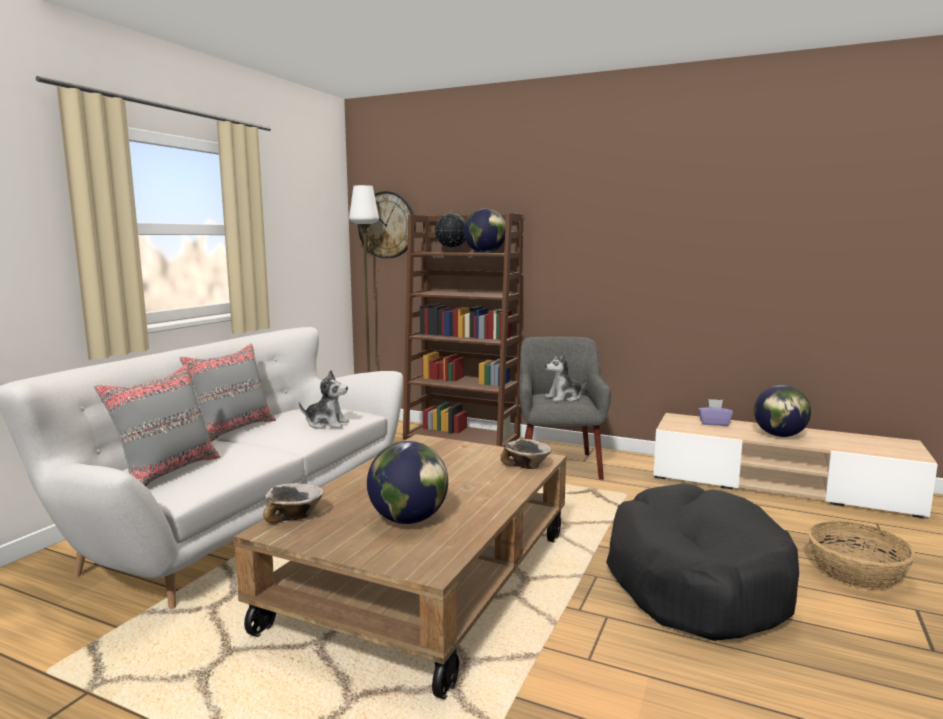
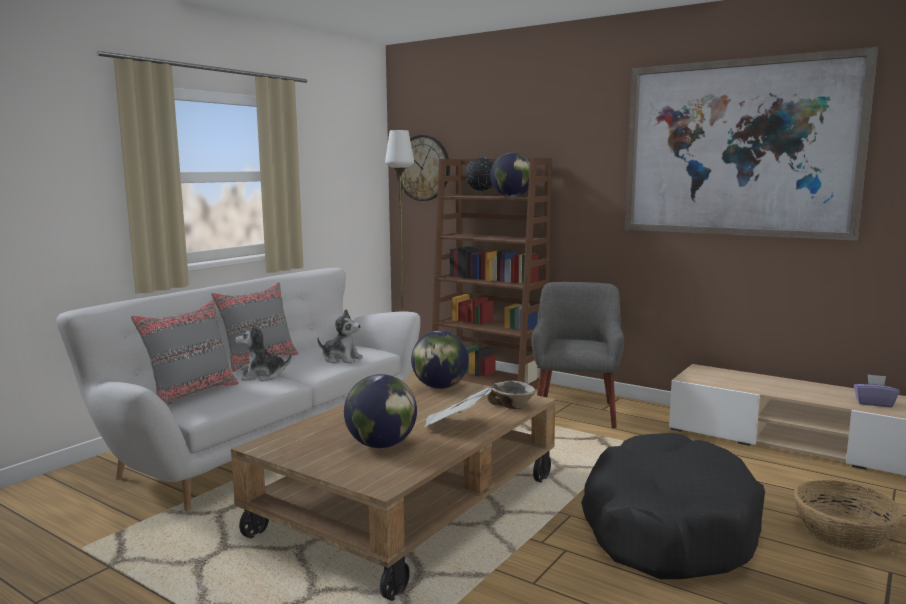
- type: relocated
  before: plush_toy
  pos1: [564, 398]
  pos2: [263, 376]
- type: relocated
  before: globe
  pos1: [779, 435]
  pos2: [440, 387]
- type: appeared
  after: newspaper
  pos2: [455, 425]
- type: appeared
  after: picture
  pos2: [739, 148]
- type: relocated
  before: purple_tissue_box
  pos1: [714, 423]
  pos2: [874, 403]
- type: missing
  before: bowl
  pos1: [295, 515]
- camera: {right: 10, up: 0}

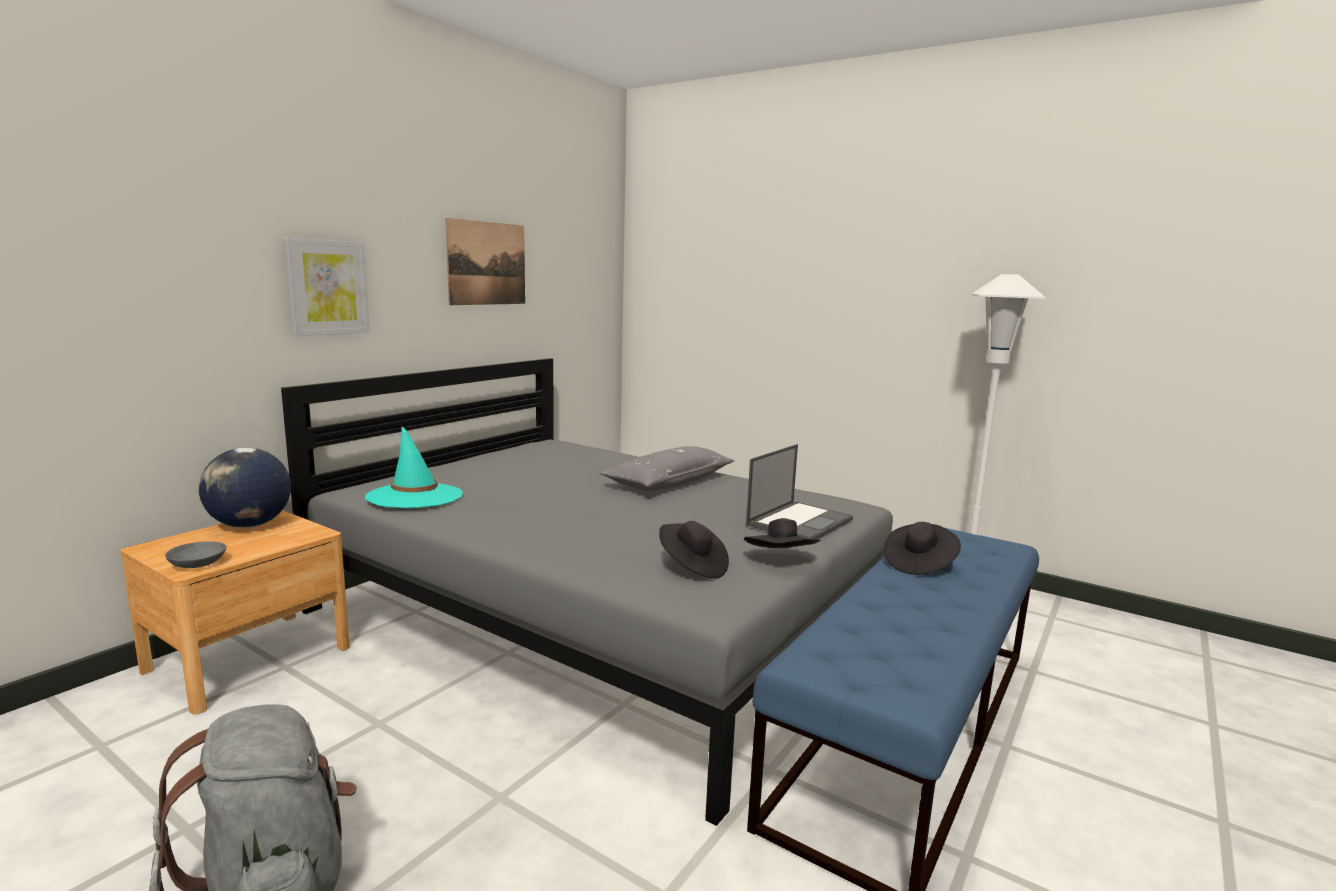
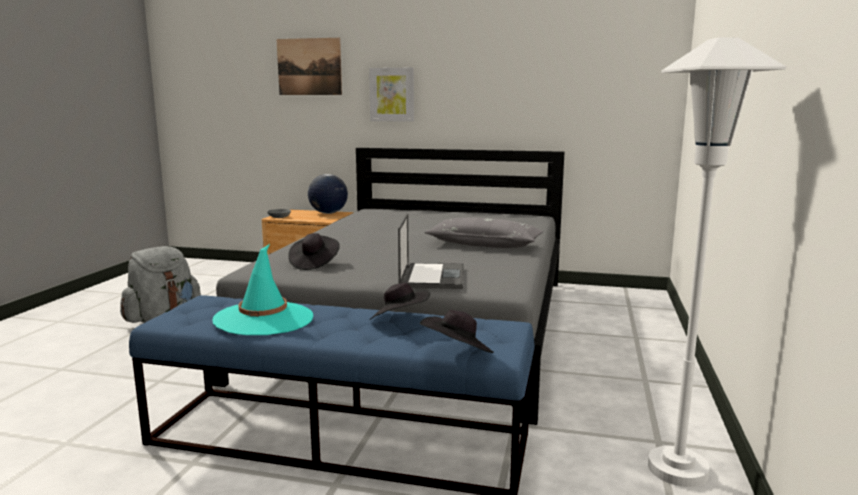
- type: relocated
  before: turquoise_hat
  pos1: [415, 496]
  pos2: [264, 319]
- type: relocated
  before: picture
  pos1: [487, 263]
  pos2: [309, 67]
- type: spun
  before: laptop
  pos1: [800, 522]
  pos2: [432, 276]
  turn: -105
- type: relocated
  before: black_hat
  pos1: [781, 560]
  pos2: [457, 353]
- camera: {right: 70, up: 0}

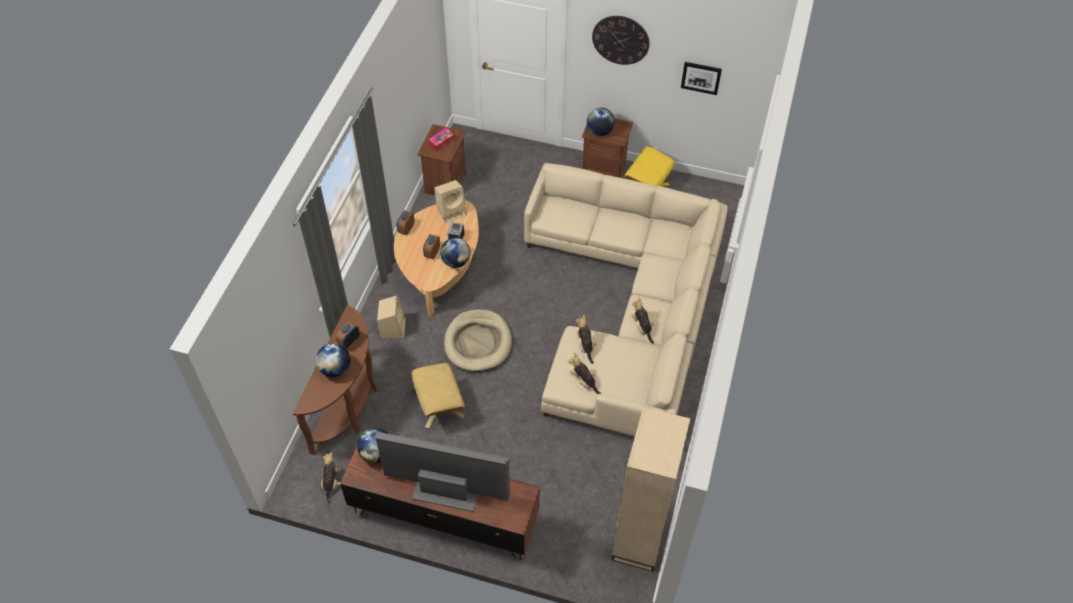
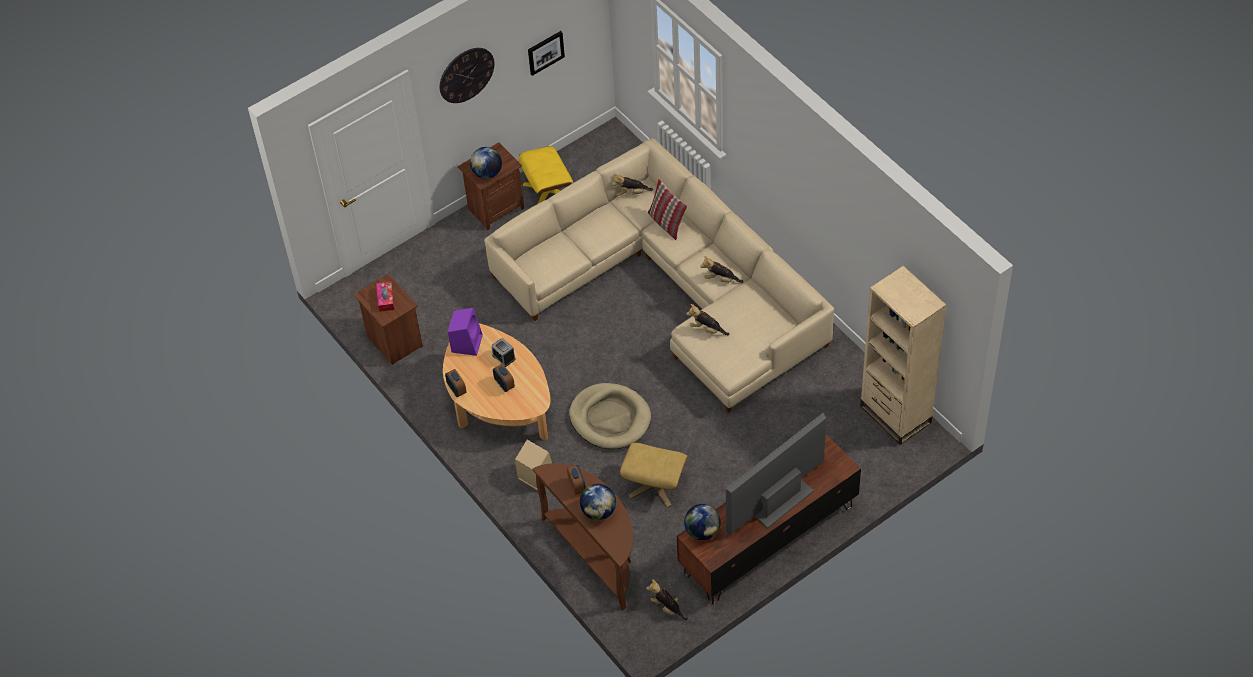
- type: colour
  before: beige_speaker
  after: purple_speaker
  pos1: [452, 211]
  pos2: [467, 342]
- type: relocated
  before: plush_toy
  pos1: [584, 381]
  pos2: [631, 193]
- type: appeared
  after: pillow
  pos2: [666, 223]
- type: missing
  before: globe
  pos1: [456, 262]
- camera: {right: -50, up: 0}

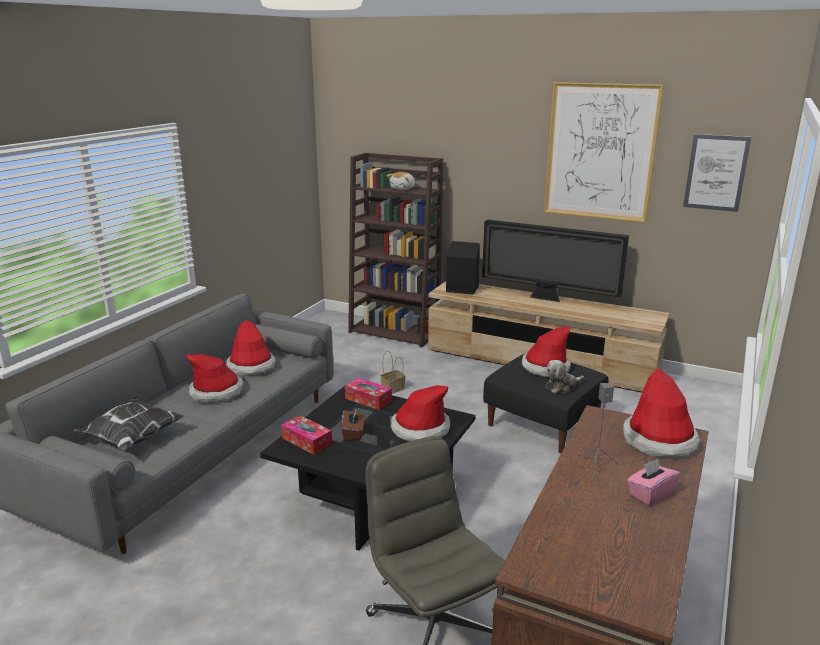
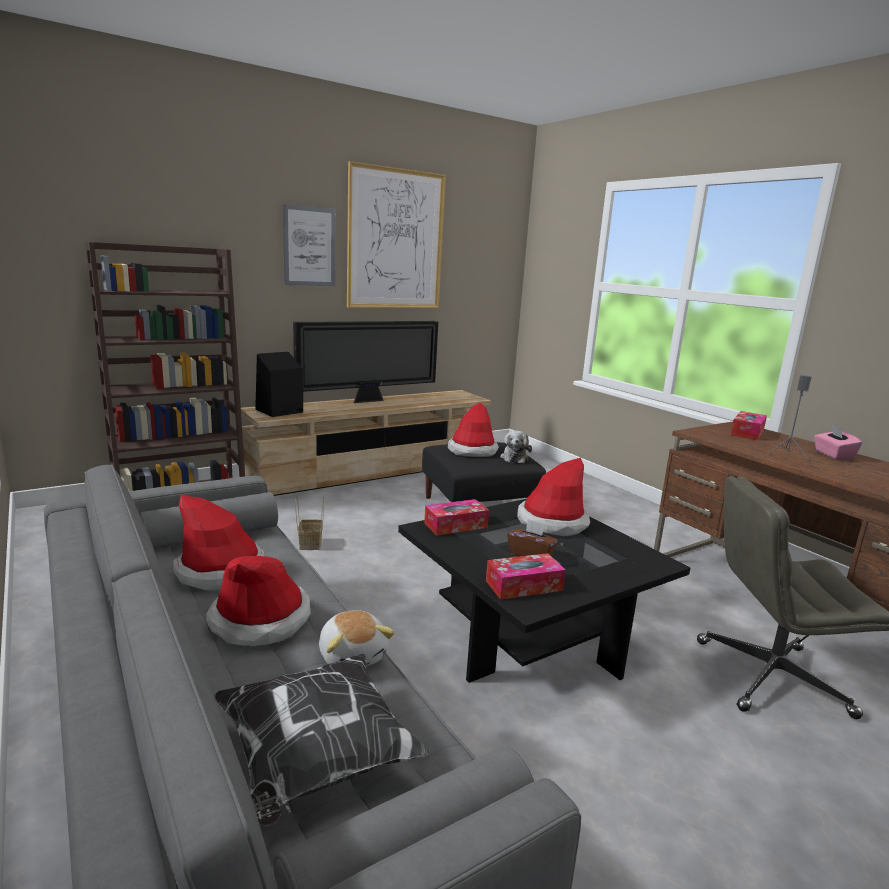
- type: relocated
  before: picture
  pos1: [716, 172]
  pos2: [309, 246]
- type: relocated
  before: plush_toy
  pos1: [403, 189]
  pos2: [353, 655]
- type: exchanged
  before: hat
  after: tissue_box
  pos1: [659, 440]
  pos2: [747, 432]
- camera: {right: -60, up: -5}

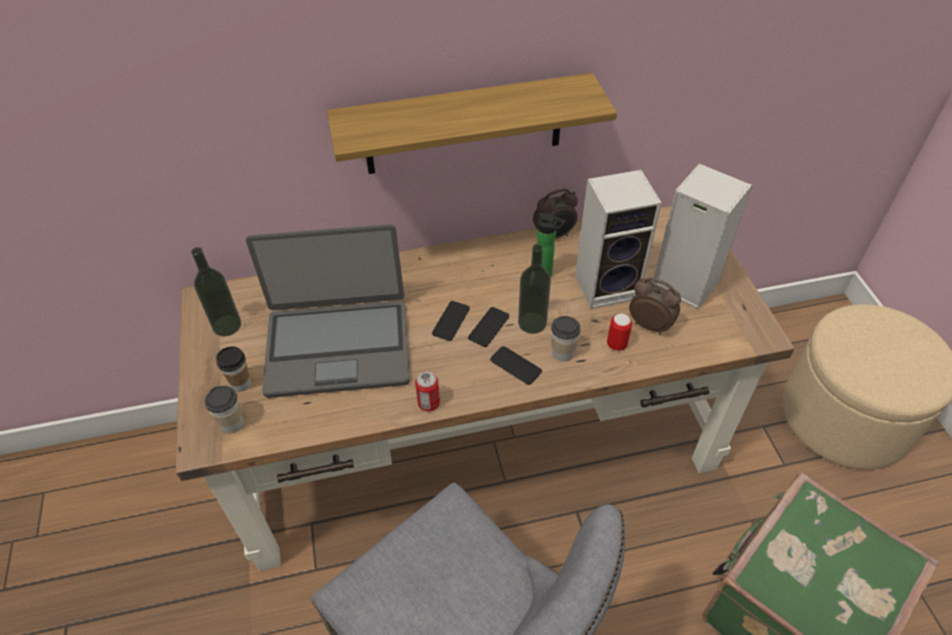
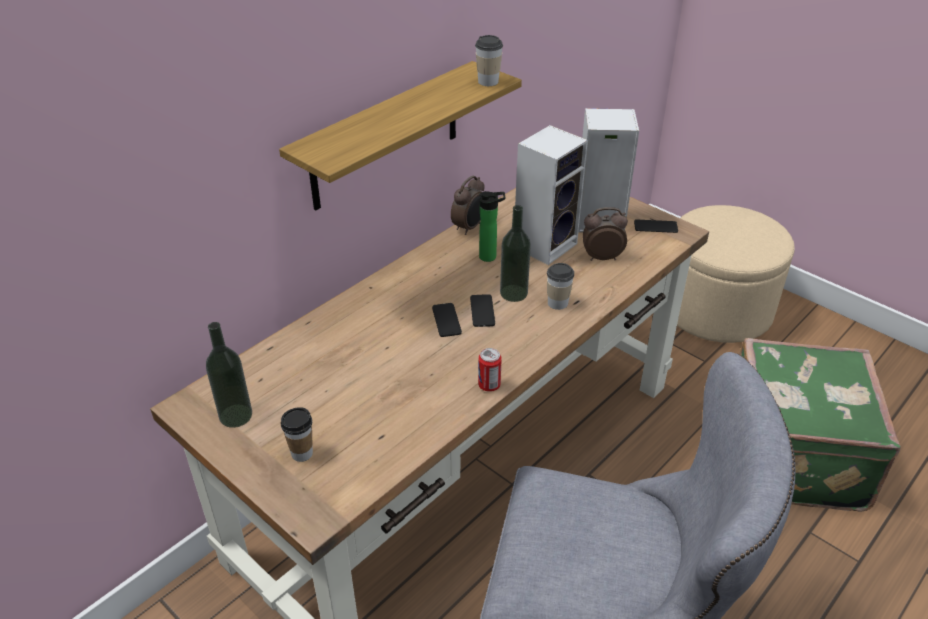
- type: relocated
  before: cup
  pos1: [232, 423]
  pos2: [488, 81]
- type: relocated
  before: phone
  pos1: [515, 365]
  pos2: [655, 227]
- type: missing
  before: laptop
  pos1: [338, 346]
- type: missing
  before: can
  pos1: [616, 344]
- camera: {right: -35, up: -10}

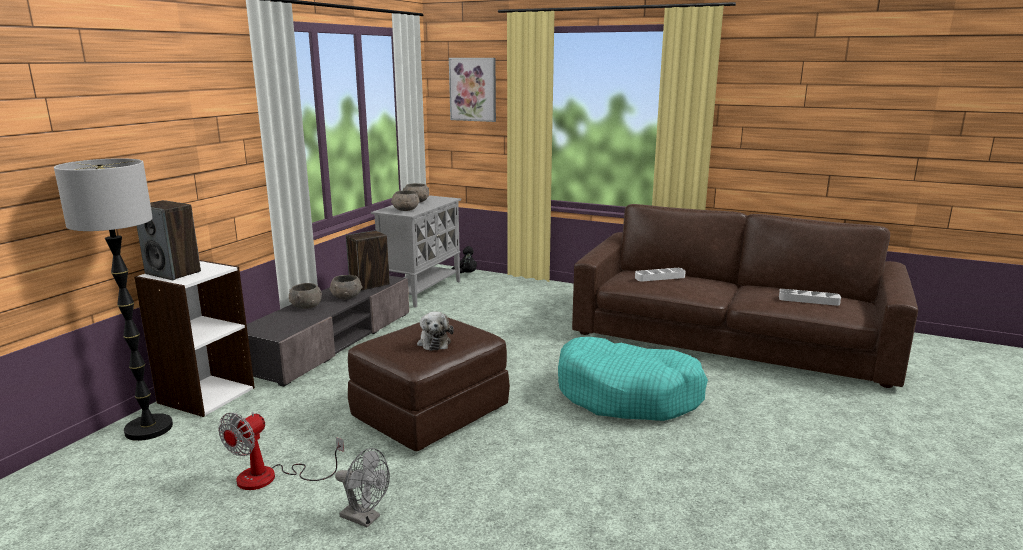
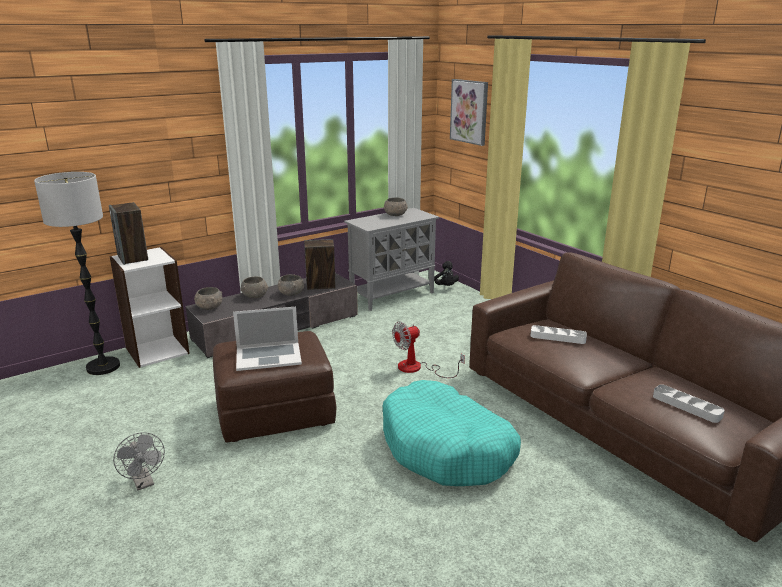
- type: relocated
  before: grey_bowl
  pos1: [405, 210]
  pos2: [209, 307]
- type: exchanged
  before: plush_toy
  after: laptop
  pos1: [434, 342]
  pos2: [268, 356]
- type: relocated
  before: fan
  pos1: [271, 478]
  pos2: [418, 368]
- camera: {right: 30, up: 5}

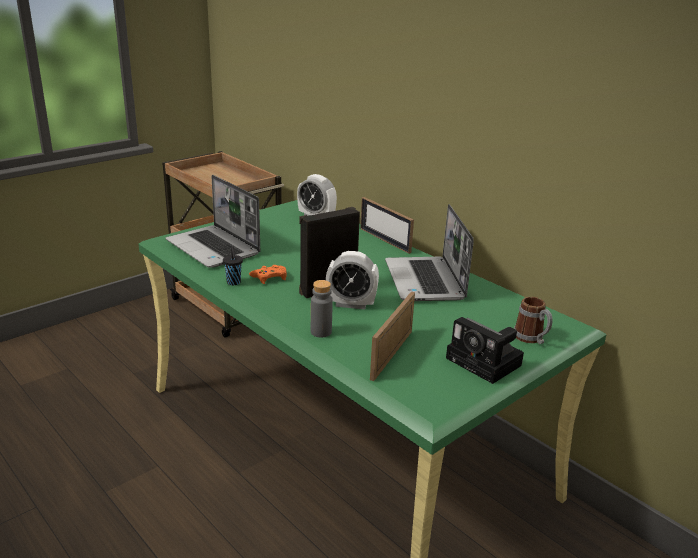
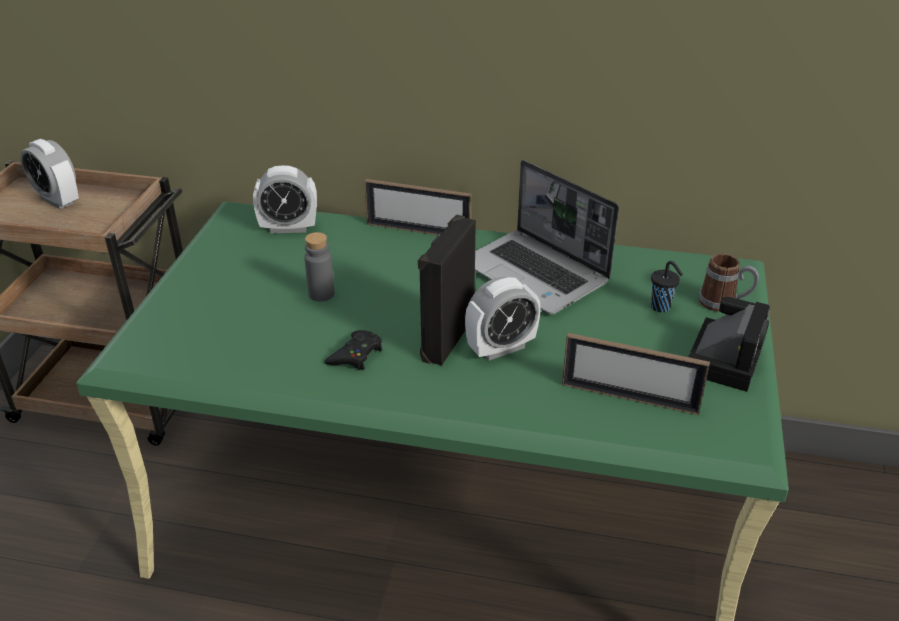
- type: appeared
  after: alarm_clock
  pos2: [57, 200]
- type: relocated
  before: grey_bottle
  pos1: [321, 332]
  pos2: [321, 294]
- type: colour
  before: orange_game_controller
  after: black_game_controller
  pos1: [270, 277]
  pos2: [356, 355]
- type: spun
  before: picture_frame
  pos1: [392, 354]
  pos2: [629, 398]
  turn: -60
- type: relocated
  before: black_cup
  pos1: [233, 283]
  pos2: [661, 307]
- type: spun
  before: photo_camera
  pos1: [486, 363]
  pos2: [724, 358]
  turn: -75
- type: missing
  before: laptop
  pos1: [214, 248]
- camera: {right: -35, up: 10}

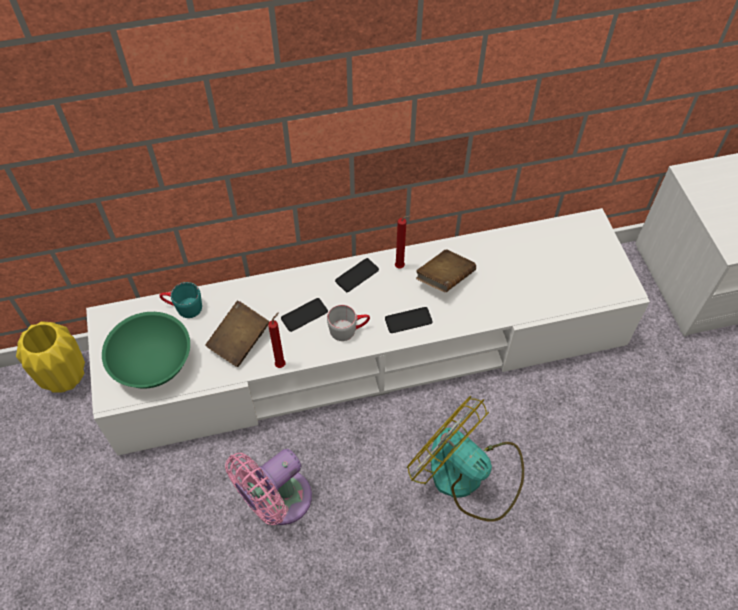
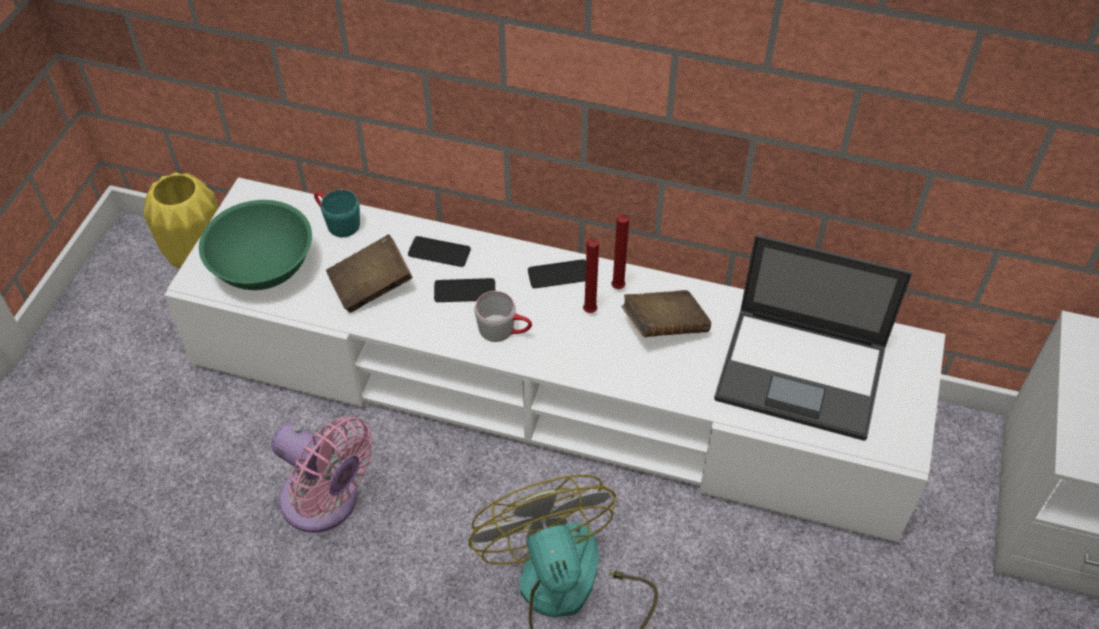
- type: spun
  before: pink_fan
  pos1: [277, 501]
  pos2: [325, 503]
  turn: -135
- type: relocated
  before: phone
  pos1: [408, 320]
  pos2: [439, 252]
- type: relocated
  before: red_candle
  pos1: [281, 364]
  pos2: [592, 310]
- type: appeared
  after: laptop
  pos2: [803, 373]
- camera: {right: 30, up: -5}

